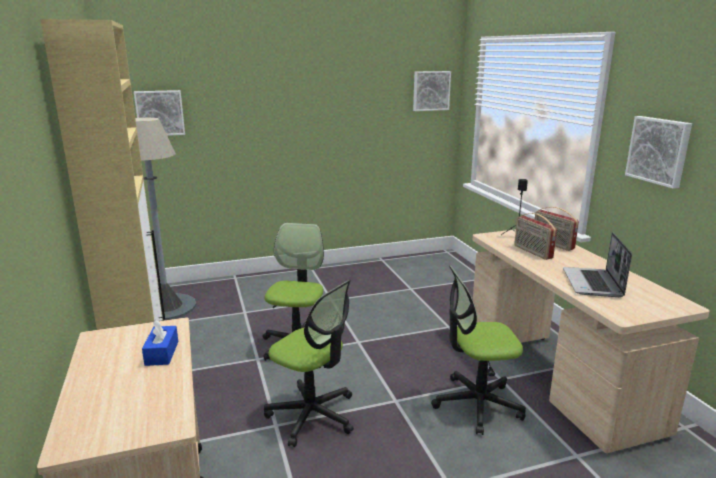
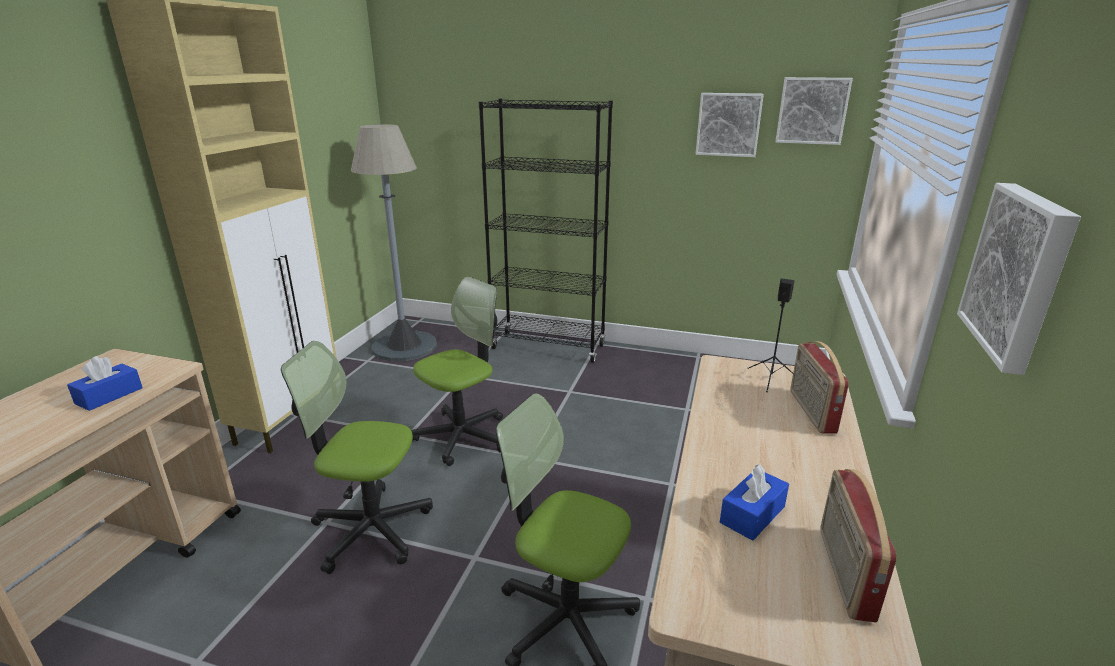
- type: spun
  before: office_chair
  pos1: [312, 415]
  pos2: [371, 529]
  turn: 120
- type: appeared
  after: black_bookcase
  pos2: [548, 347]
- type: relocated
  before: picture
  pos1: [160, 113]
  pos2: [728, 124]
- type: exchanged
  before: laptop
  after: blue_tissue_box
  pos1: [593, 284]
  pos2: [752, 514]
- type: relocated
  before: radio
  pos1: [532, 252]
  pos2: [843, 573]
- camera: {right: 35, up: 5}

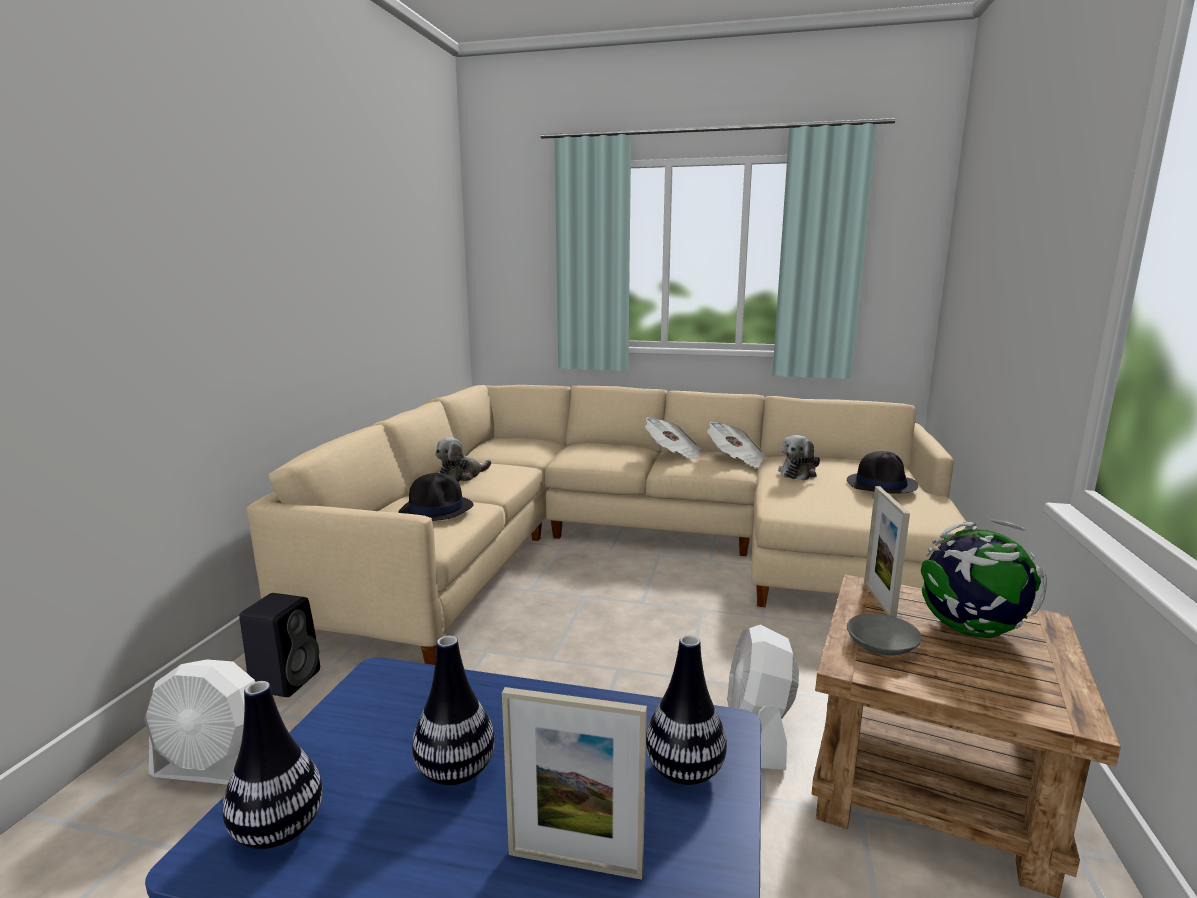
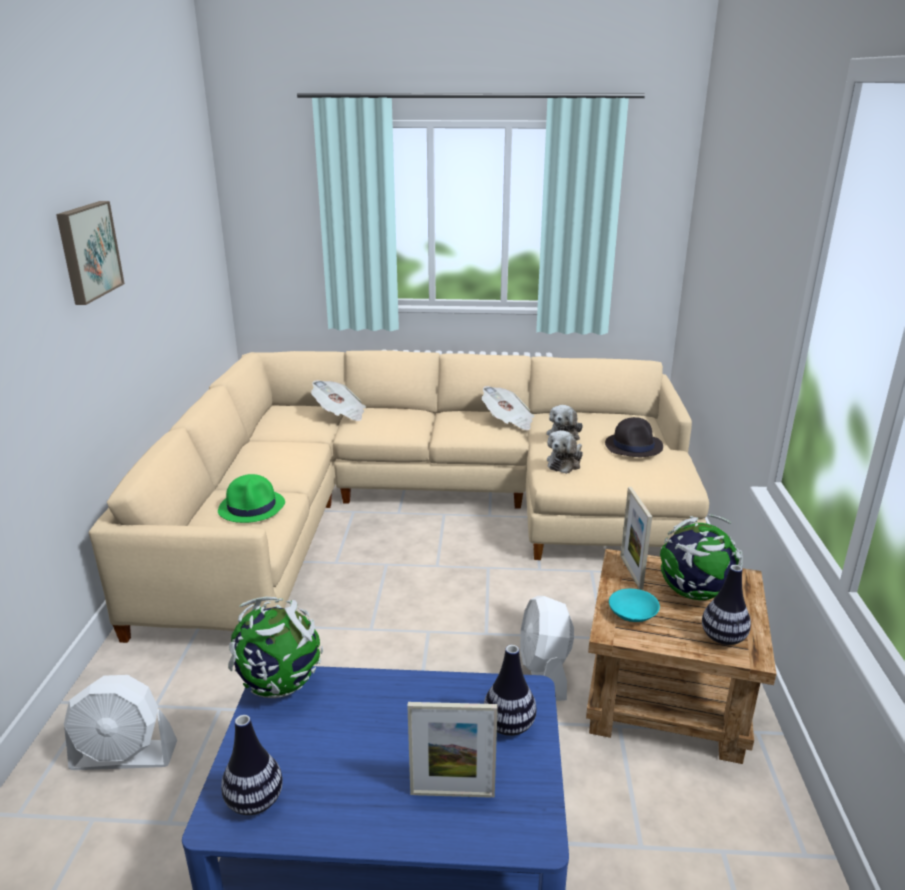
- type: appeared
  after: picture
  pos2: [87, 251]
- type: colour
  before: black_hat
  after: green_hat
  pos1: [437, 509]
  pos2: [252, 507]
- type: appeared
  after: globe
  pos2: [279, 684]
- type: relocated
  before: newspaper
  pos1: [673, 454]
  pos2: [340, 414]
- type: relocated
  before: plush_toy
  pos1: [461, 476]
  pos2: [565, 463]
- type: colour
  before: grey_bowl
  after: turquoise_bowl
  pos1: [880, 646]
  pos2: [632, 614]
- type: relocated
  before: vase
  pos1: [455, 771]
  pos2: [722, 638]
- type: missing
  before: black_speaker
  pos1: [286, 679]
- camera: {right: -10, up: 10}

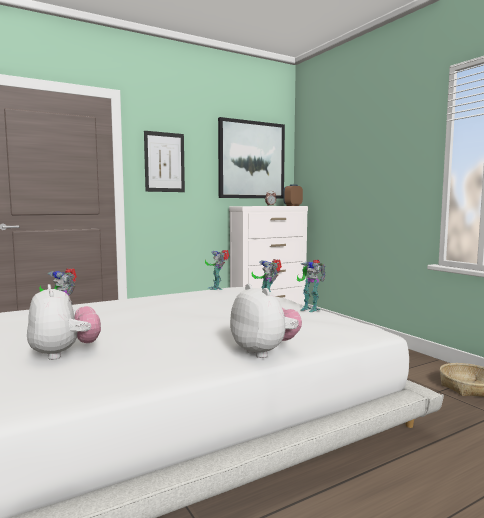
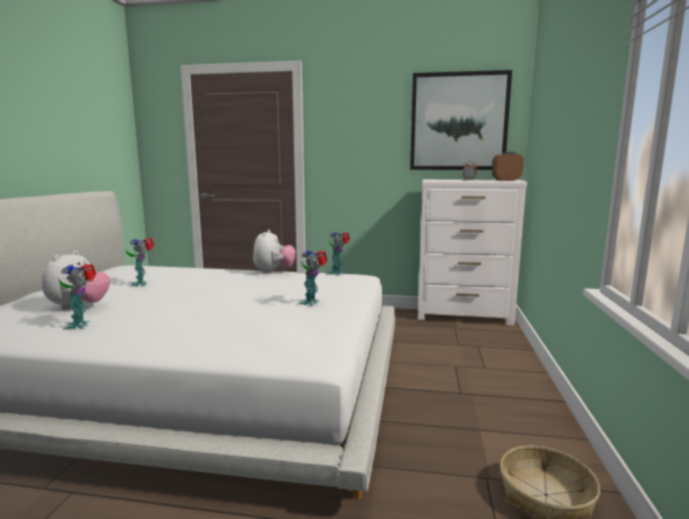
- type: relocated
  before: toy_robot
  pos1: [310, 309]
  pos2: [80, 325]
- type: relocated
  before: plush_toy
  pos1: [264, 352]
  pos2: [273, 271]
- type: missing
  before: picture
  pos1: [164, 162]
- camera: {right: 40, up: 5}

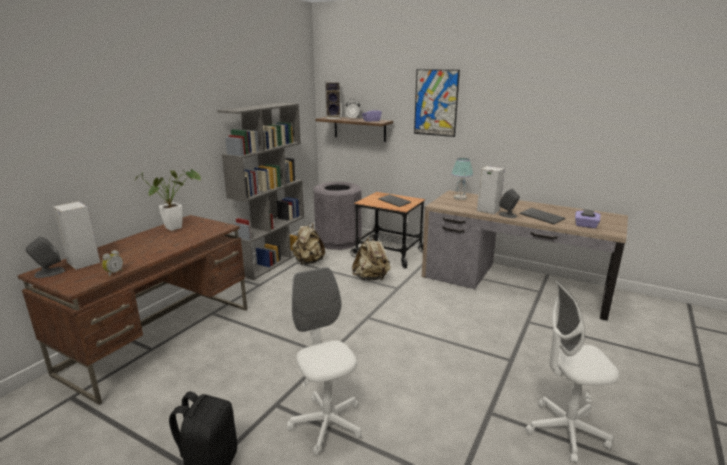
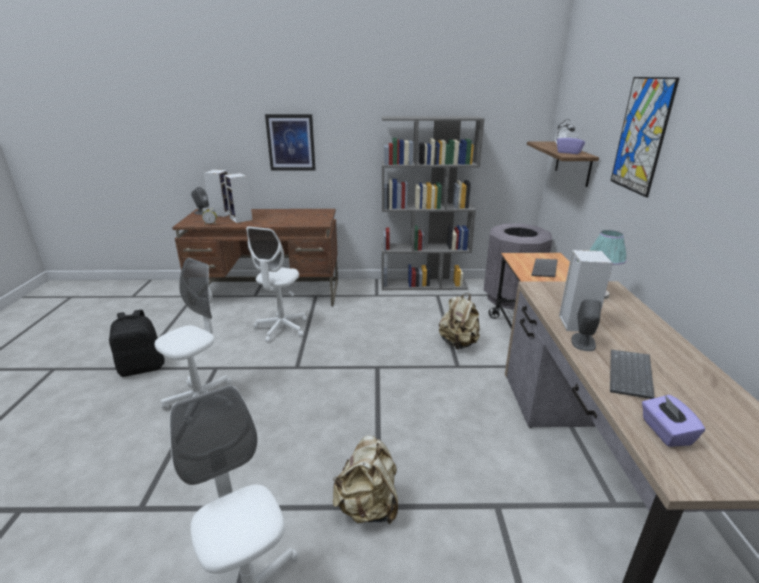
- type: relocated
  before: speaker
  pos1: [333, 118]
  pos2: [242, 219]
- type: appeared
  after: white_office_chair
  pos2: [282, 328]
- type: appeared
  after: picture
  pos2: [291, 142]
- type: relocated
  before: beige_backpack
  pos1: [308, 262]
  pos2: [368, 506]
- type: missing
  before: potted_plant
  pos1: [177, 227]
- camera: {right: 60, up: 5}

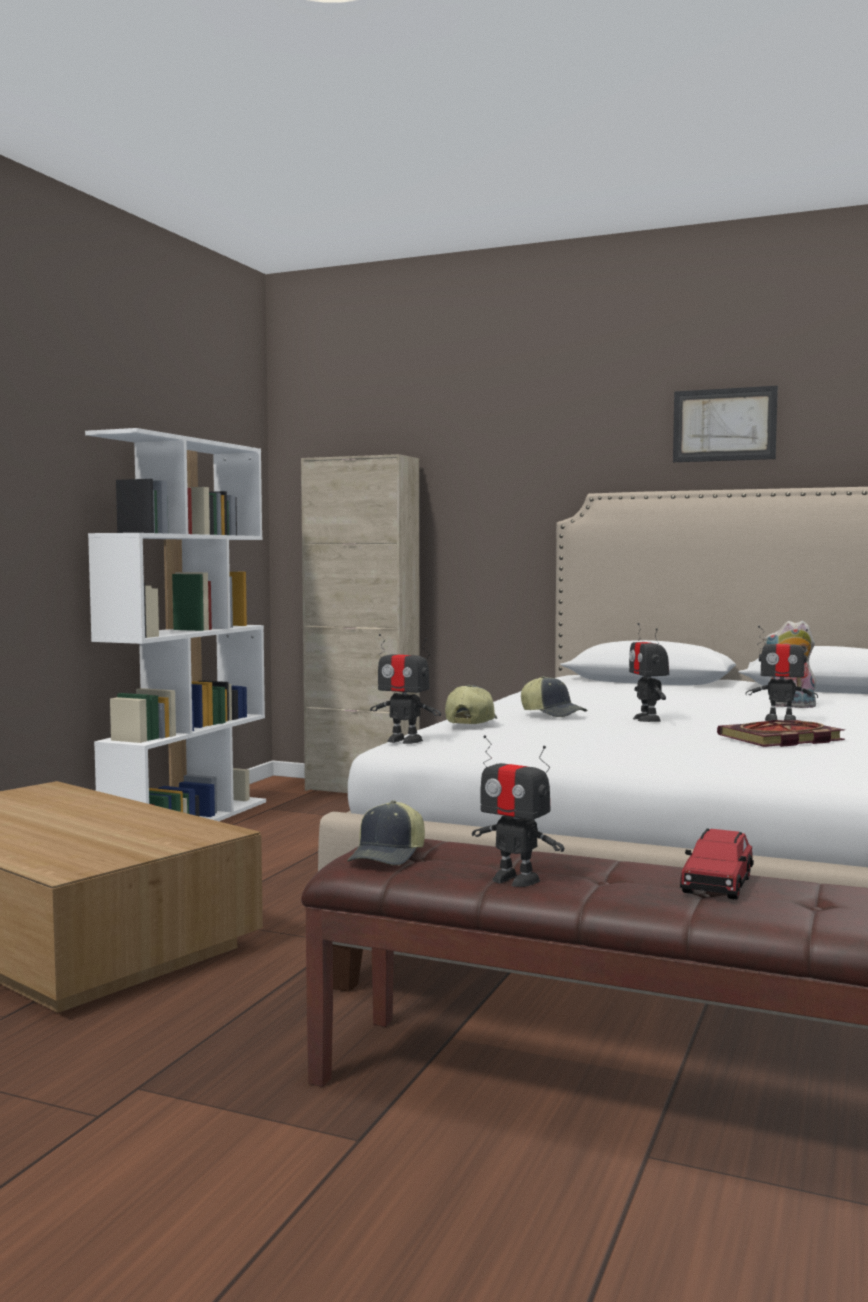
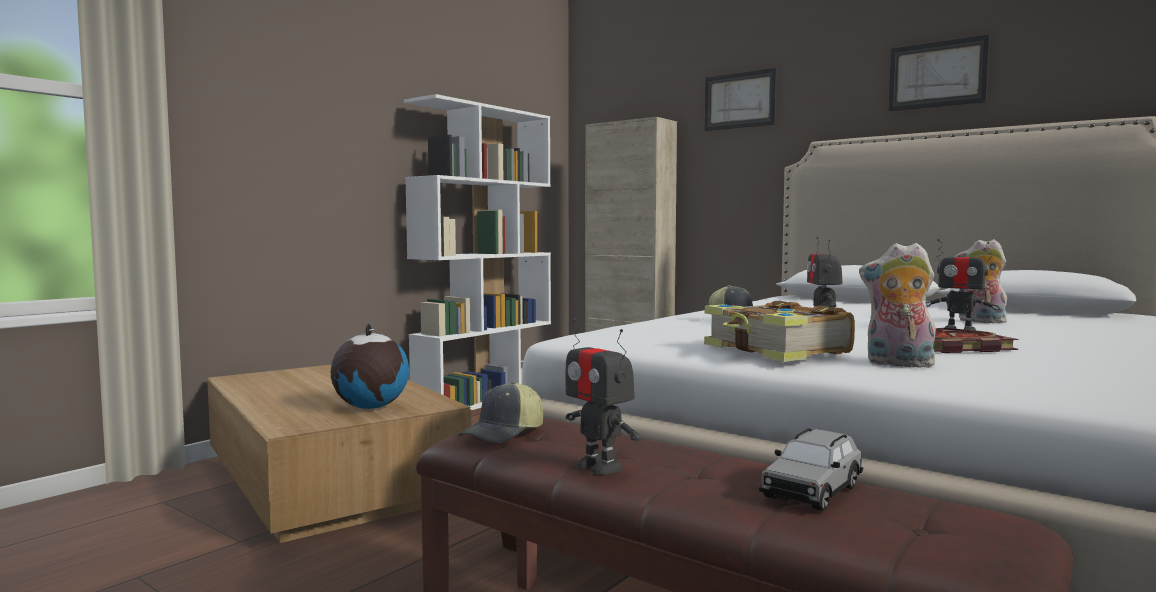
- type: appeared
  after: globe
  pos2: [370, 407]
- type: appeared
  after: book
  pos2: [776, 351]
- type: appeared
  after: picture
  pos2: [740, 100]
- type: colour
  before: red_toy_car
  after: grey_toy_car
  pos1: [717, 884]
  pos2: [812, 491]
- type: appeared
  after: plush_toy
  pos2: [898, 364]
- type: missing
  before: toy_robot
  pos1: [404, 741]
- type: missing
  before: cap
  pos1: [470, 721]
- camera: {right: 15, up: 0}

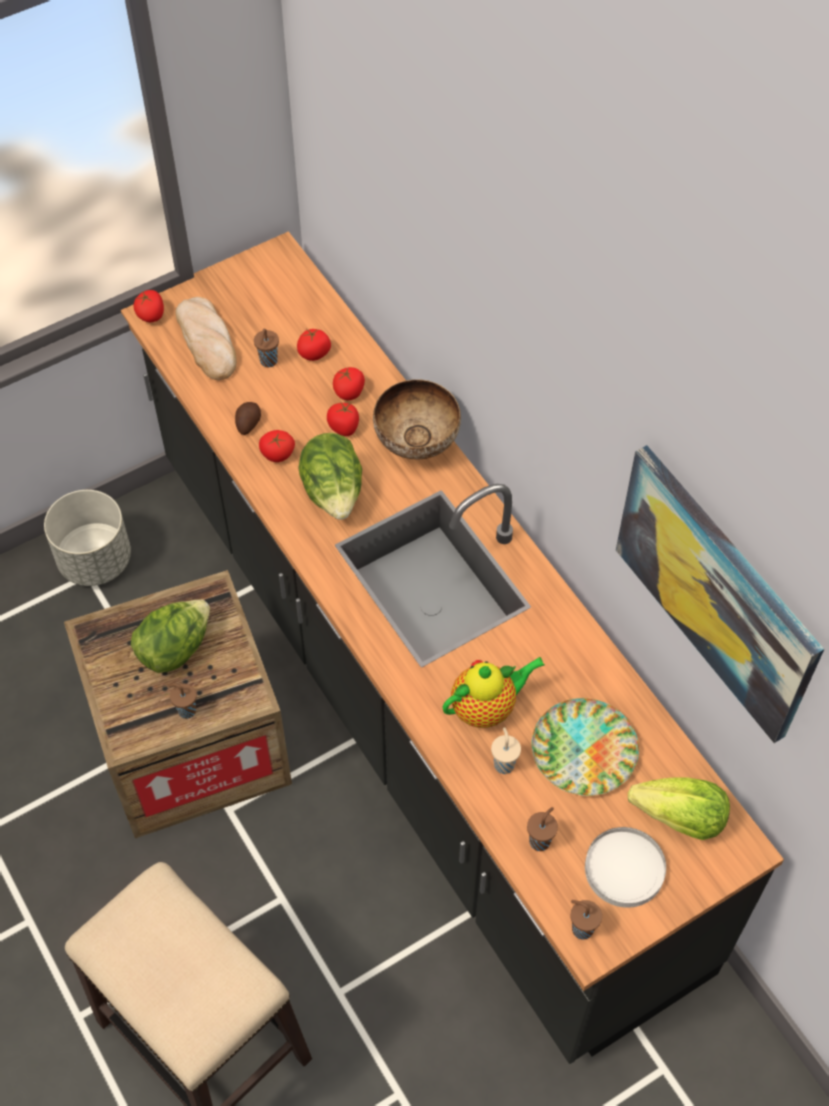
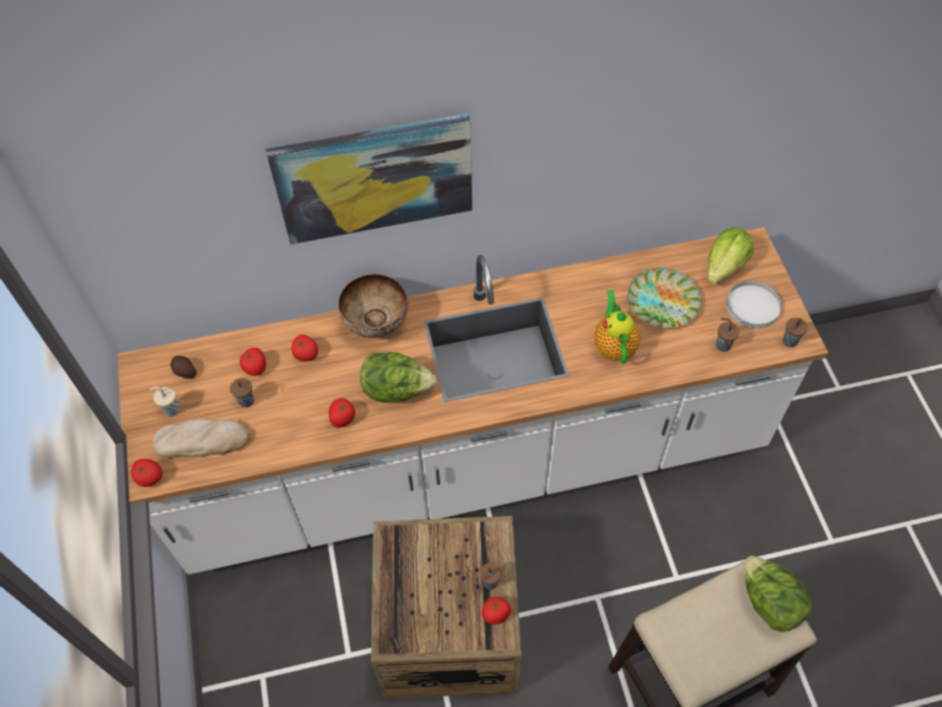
- type: colour
  before: black_counter
  after: white_counter
  pos1: [414, 703]
  pos2: [473, 465]
- type: relocated
  before: beige_cup
  pos1: [504, 763]
  pos2: [171, 409]
- type: relocated
  before: potato
  pos1: [248, 423]
  pos2: [184, 371]
- type: relocated
  before: picture
  pos1: [716, 592]
  pos2: [374, 177]
- type: relocated
  before: tomato
  pos1: [344, 427]
  pos2: [496, 614]
- type: relocated
  before: lettuce
  pos1: [175, 648]
  pos2: [768, 602]
- type: missing
  before: grey_planter
  pos1: [95, 559]
- camera: {right: -70, up: 0}

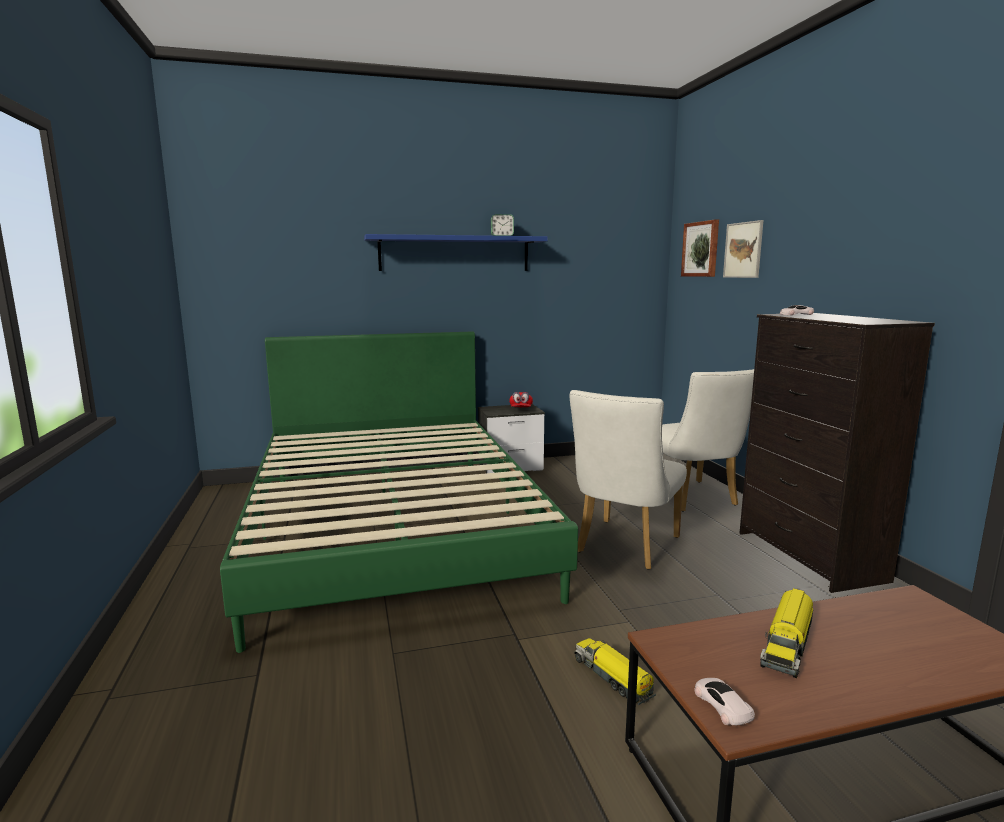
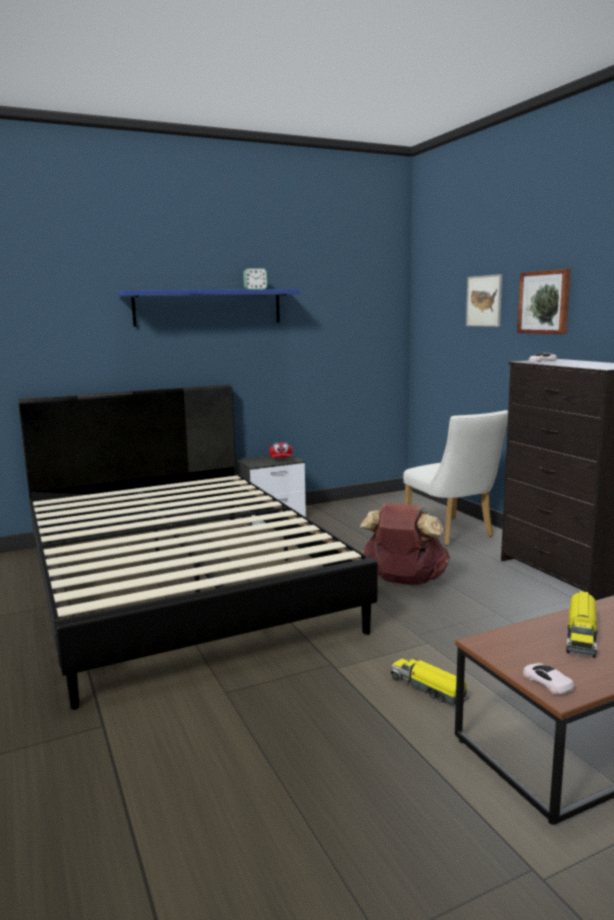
- type: colour
  before: green_bed
  after: black_bed
  pos1: [393, 527]
  pos2: [178, 583]
- type: exchanged
  before: white_chair
  after: brown_backpack
  pos1: [624, 547]
  pos2: [403, 581]
- type: relocated
  before: picture
  pos1: [701, 249]
  pos2: [544, 302]
- camera: {right: -10, up: 0}

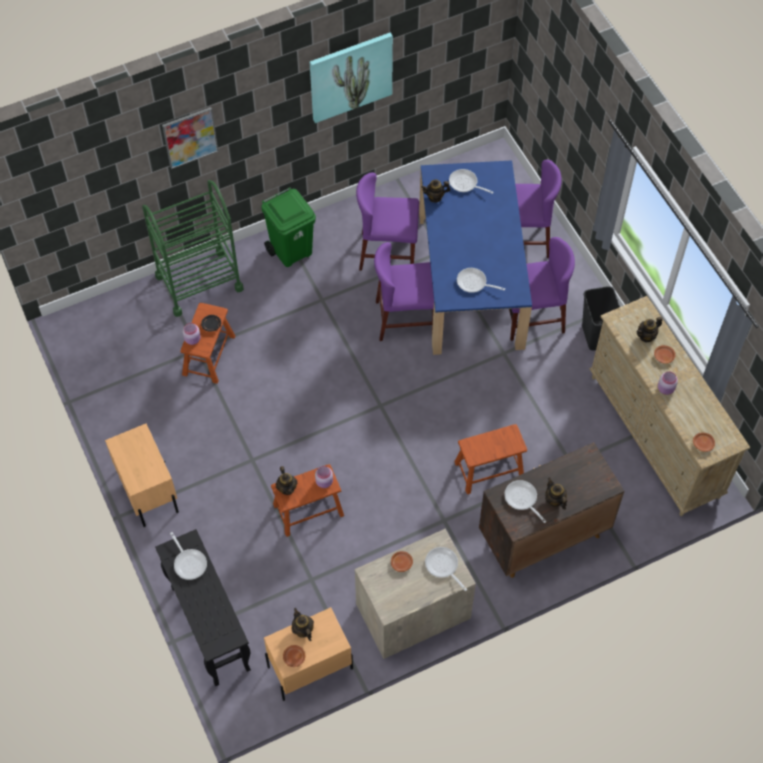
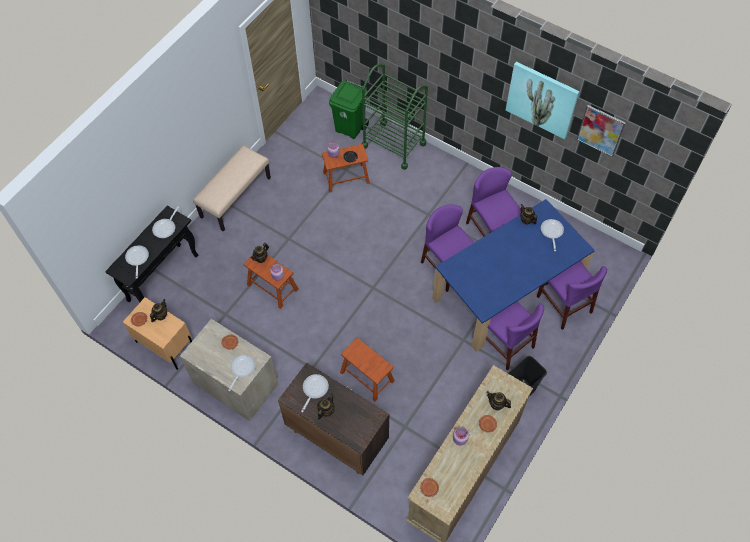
- type: relocated
  before: frying_pan
  pos1: [474, 283]
  pos2: [137, 259]
- type: exchanged
  before: beige_nightstand
  after: beige_bench
  pos1: [148, 489]
  pos2: [235, 197]
- type: relocated
  before: green_trash_can
  pos1: [292, 251]
  pos2: [350, 128]
- type: relocated
  before: picture
  pos1: [190, 137]
  pos2: [600, 130]
- camera: {right: 60, up: 0}

